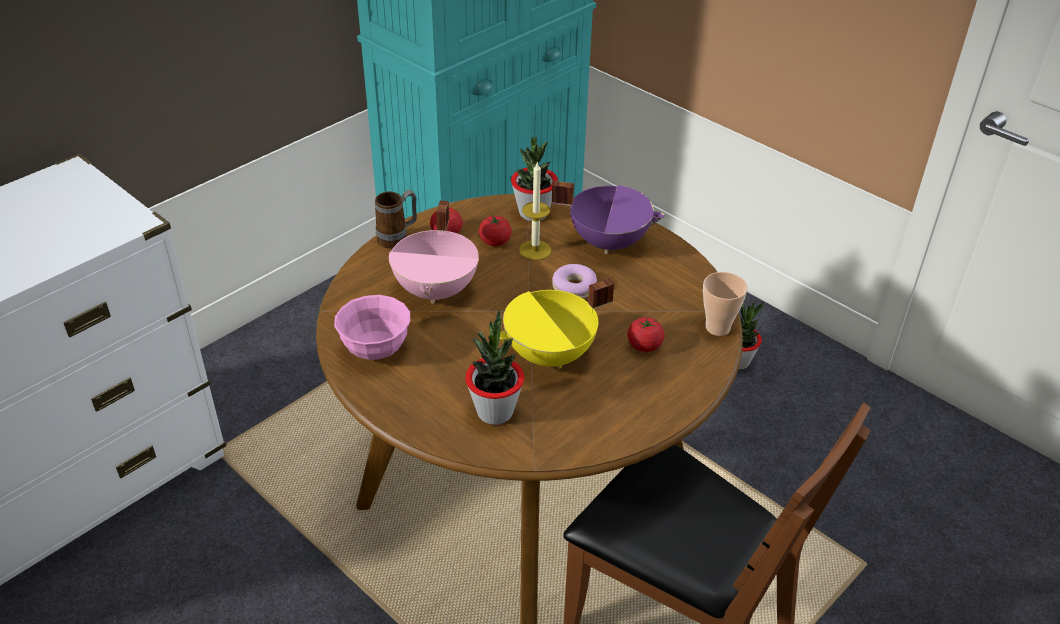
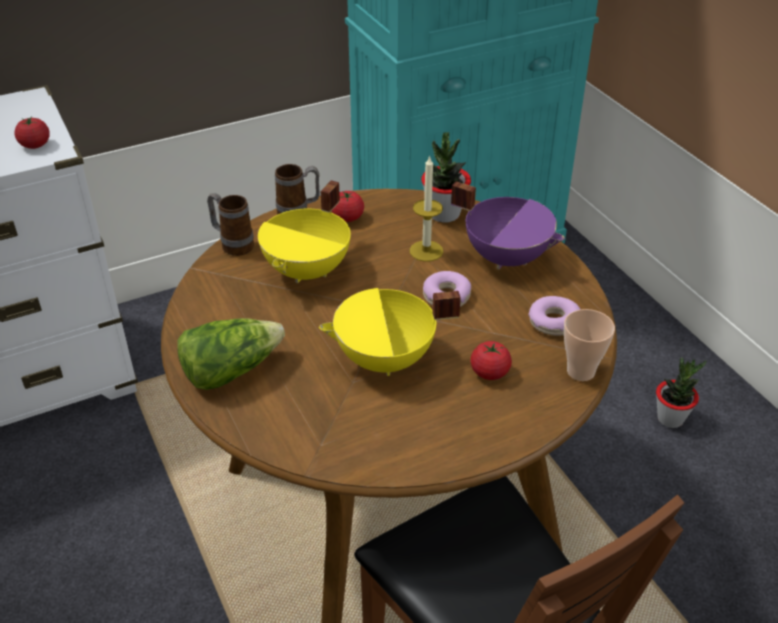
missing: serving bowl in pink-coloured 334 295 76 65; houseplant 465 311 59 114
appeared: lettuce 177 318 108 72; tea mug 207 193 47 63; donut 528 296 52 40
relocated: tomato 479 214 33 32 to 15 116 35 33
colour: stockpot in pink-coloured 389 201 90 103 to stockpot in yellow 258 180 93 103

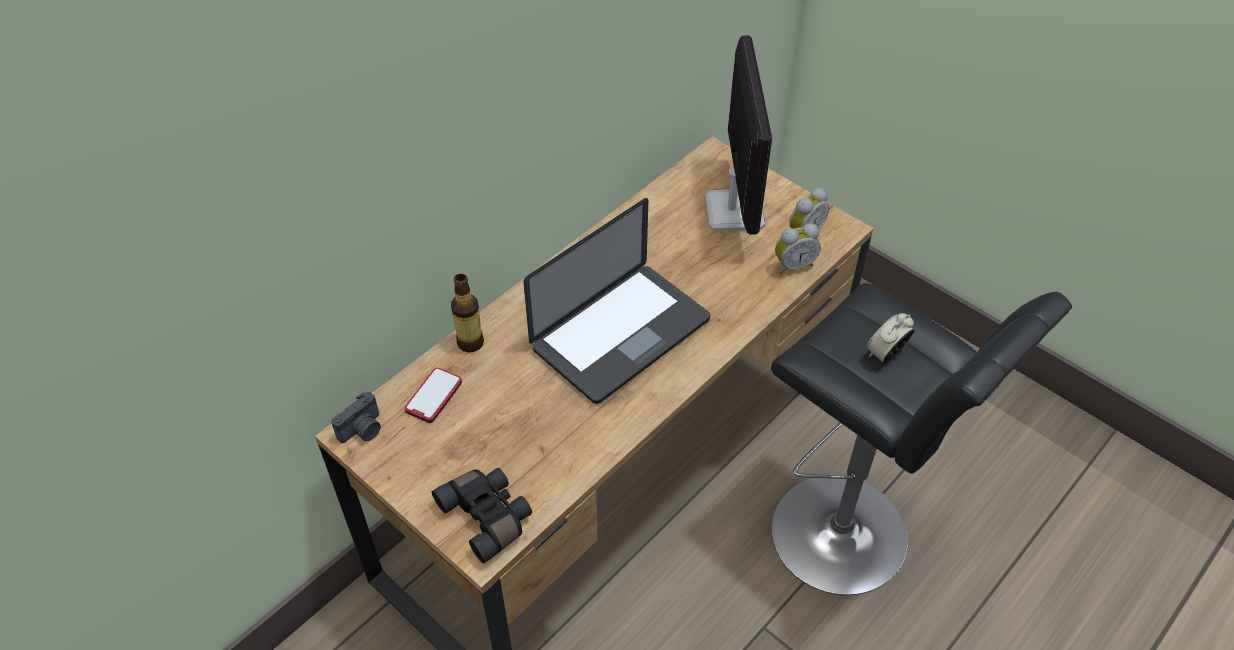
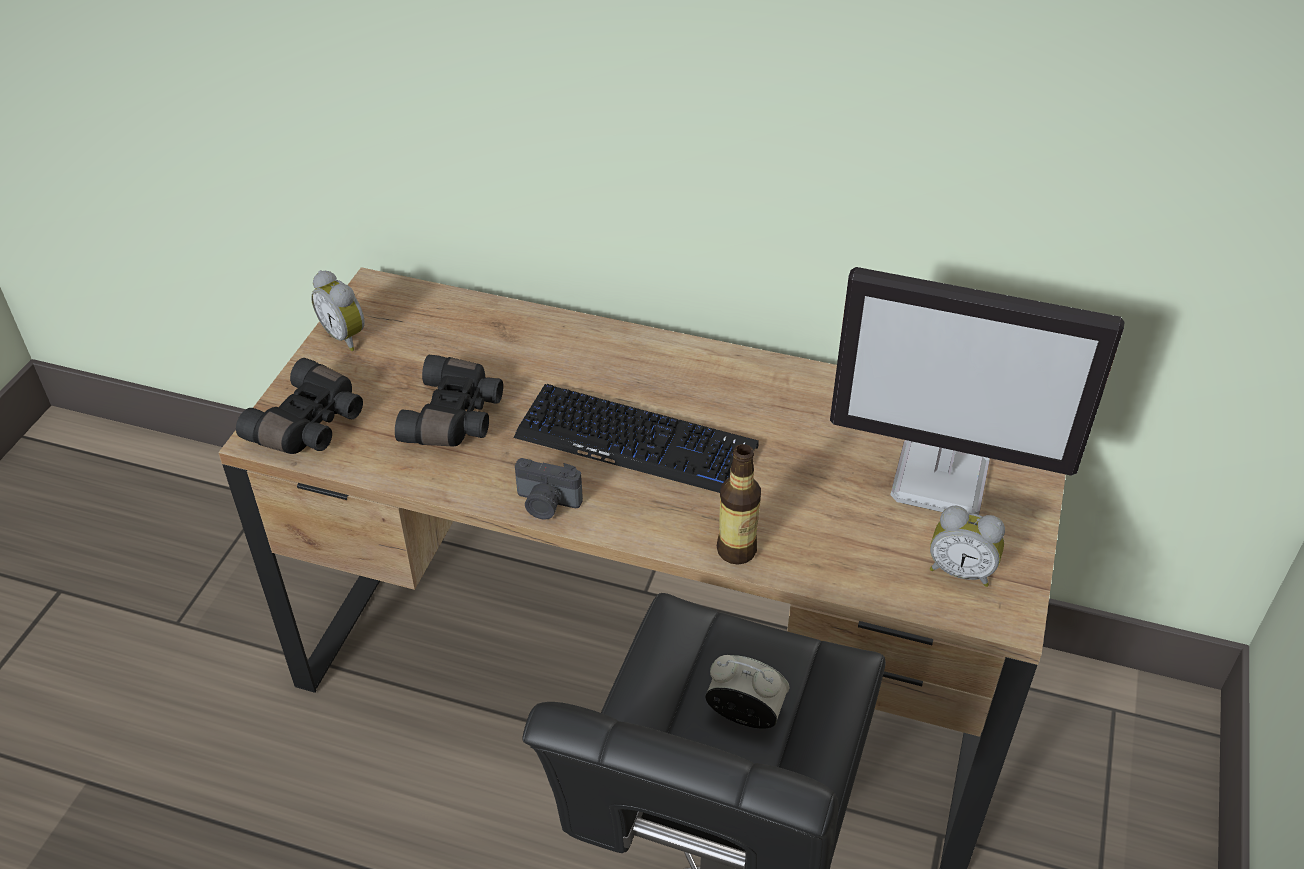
missing: telephone 405 368 57 55
appeared: field glasses in black 395 355 108 92
relocated: photo camera 331 392 50 51 to 515 458 68 62; bottle 451 274 33 79 to 717 444 44 121; bedside clock 775 223 46 51 to 311 270 54 81
exchanged: laptop 523 198 187 206 to computer keyboard 514 384 245 109
spun: monitor 704 35 68 200 = 830 267 295 248 45 degrees clockwise

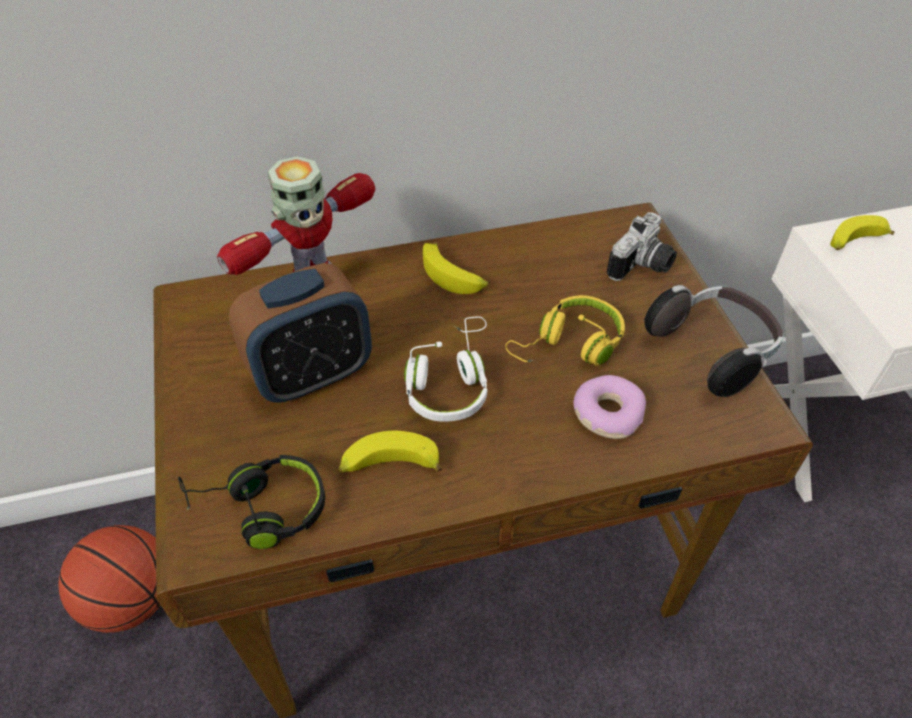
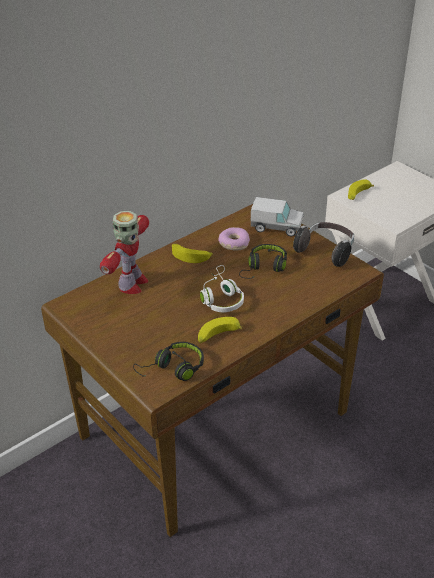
missing: basketball ball 58 525 102 108; bedside clock 229 263 143 140
relocated: donut 574 375 72 64 to 219 227 31 23
exchanged: photo camera 607 212 70 69 to model truck 250 197 54 39
colour: pair of headphones in yellow 505 295 120 71 to pair of headphones in black 239 244 48 35

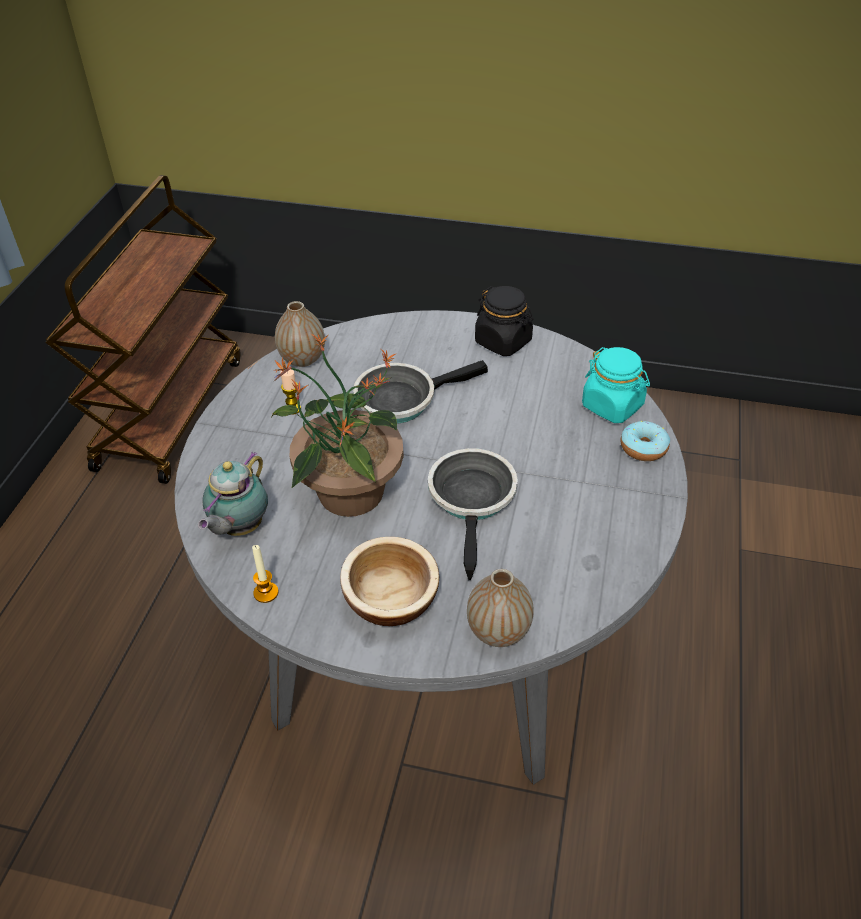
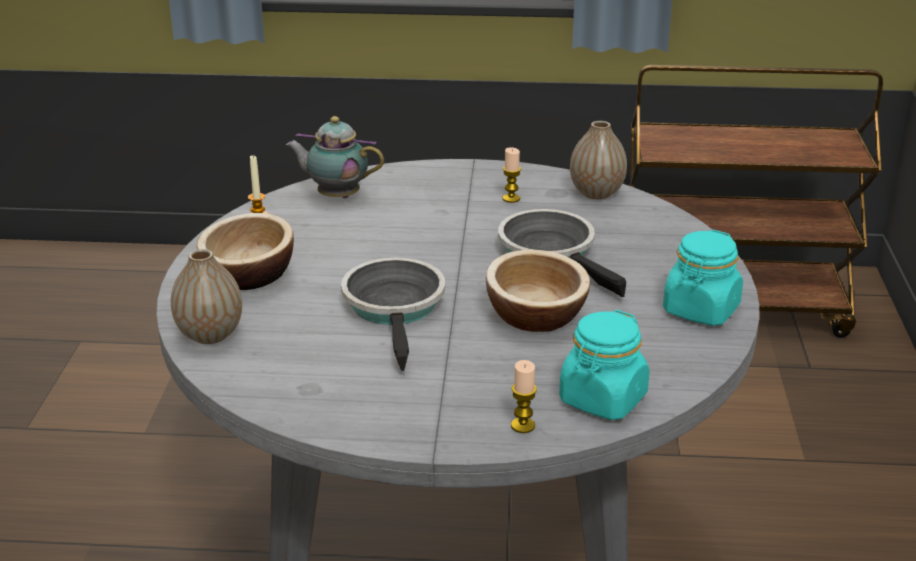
missing: houseplant 272 334 132 183
appeared: serving bowl 486 250 104 82
exchanged: donut 621 421 49 40 to wax light 511 360 26 73
colour: storage jar in black 475 286 59 70 to storage jar in blue-green 663 230 80 96
spun: pan 428 448 90 132 = 341 258 104 113 90 degrees counterclockwise

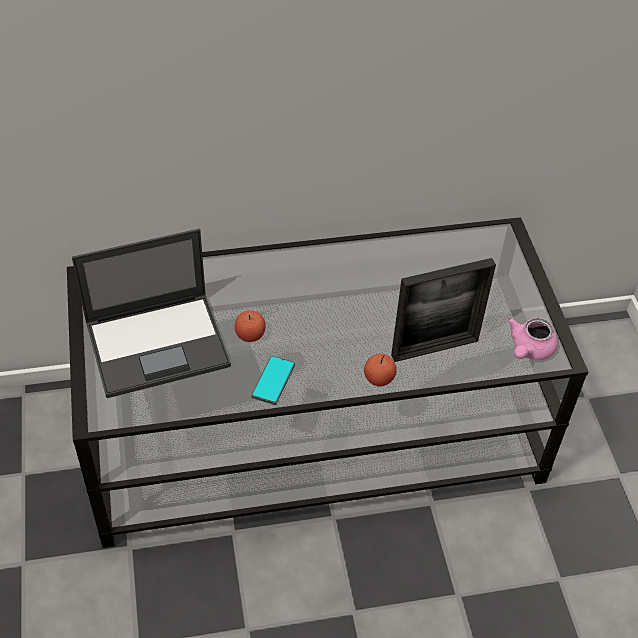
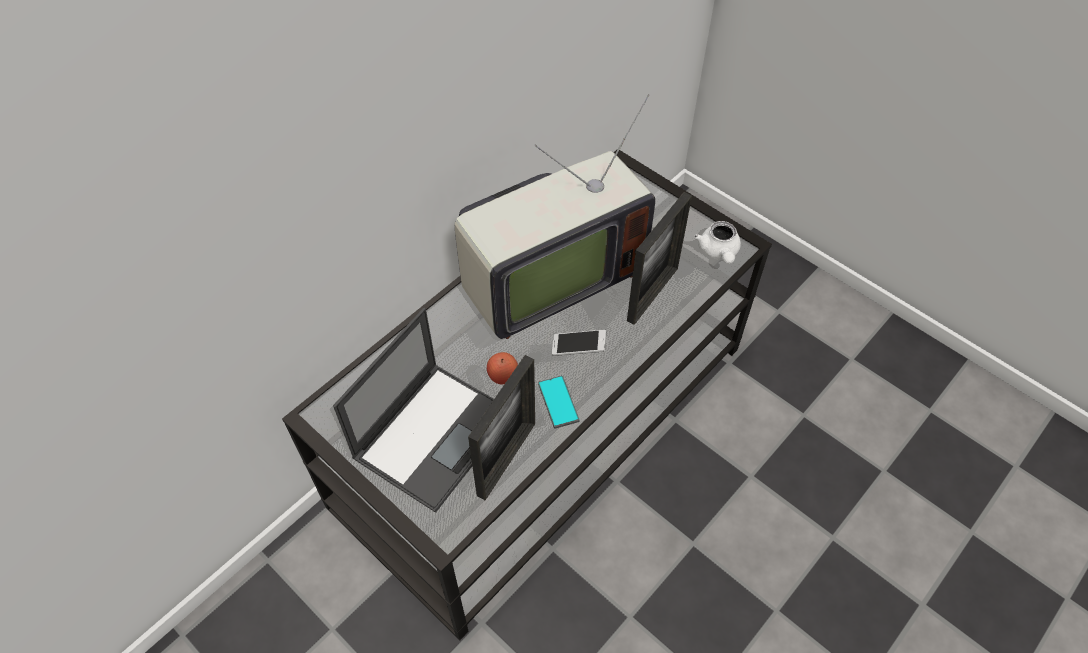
missing: apple 364 354 33 32
appeared: TV 454 94 201 245; photo frame 468 355 67 145; telephone 552 330 54 26
colour: teapot in pink-coloured 507 318 51 42 to teapot in white-coloured 694 221 47 43

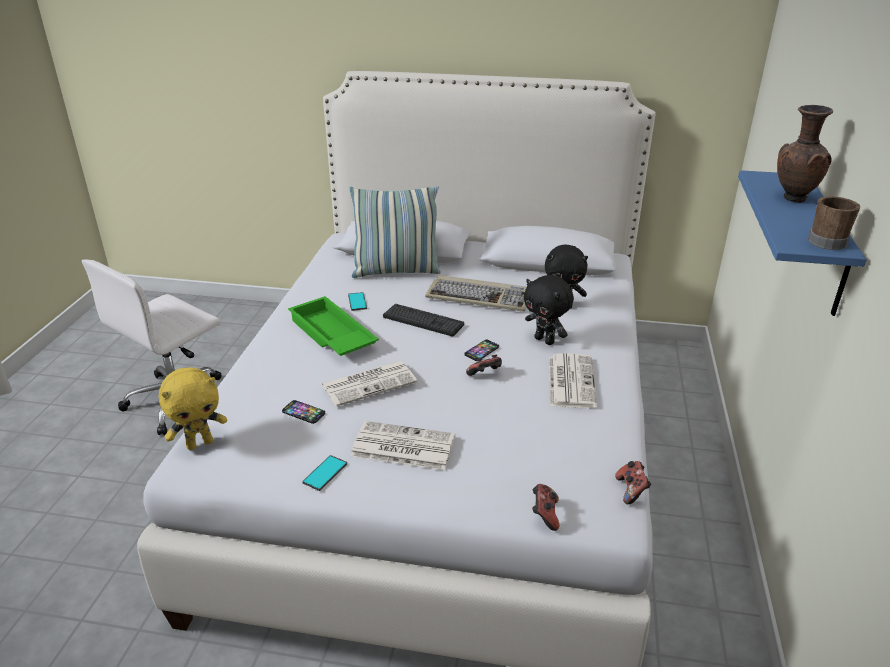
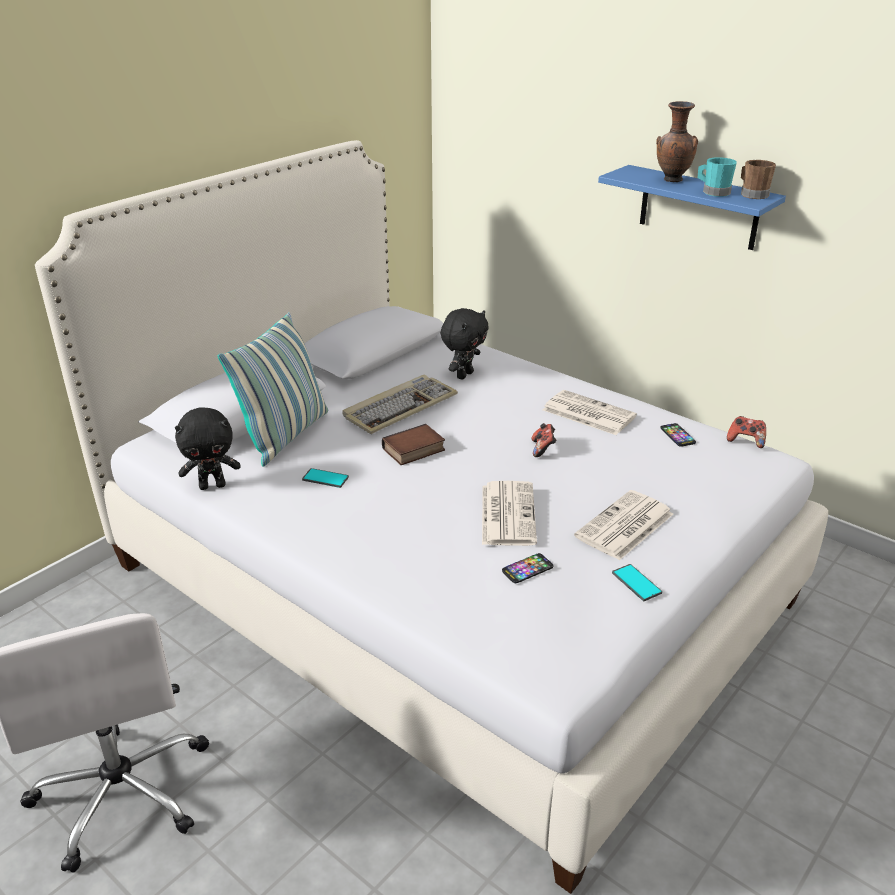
missing: cuddly toy in yellow 159 368 68 82; serving tray in green-coloured 288 296 91 60; game controller 532 484 28 47
appeared: tea mug in blue-green 698 157 39 40
relocated: telephone 464 340 35 21 to 660 423 36 24; cuddly toy in black 524 275 50 70 to 175 407 66 83
exchanged: computer keyboard 383 304 81 32 to volume 382 424 63 41

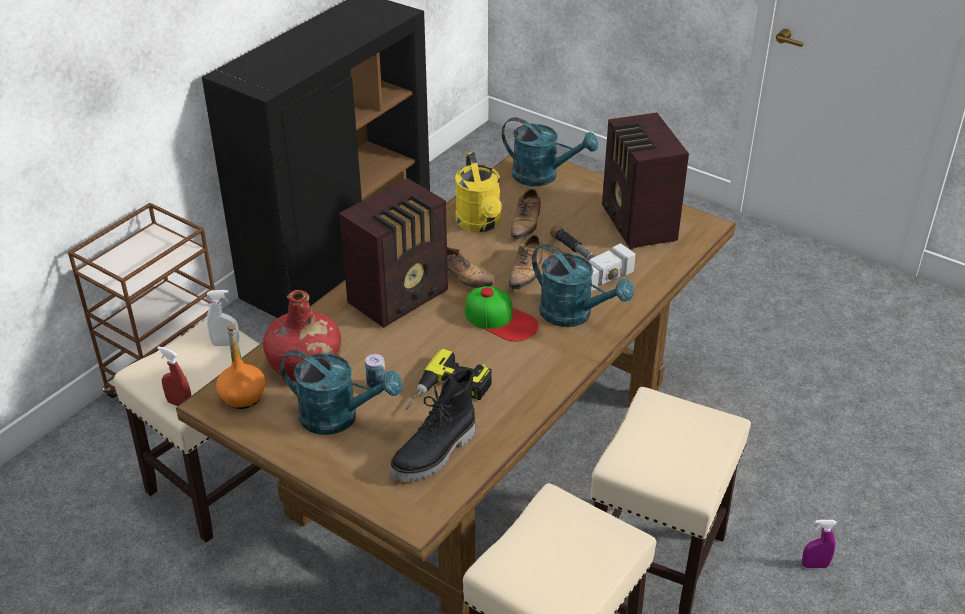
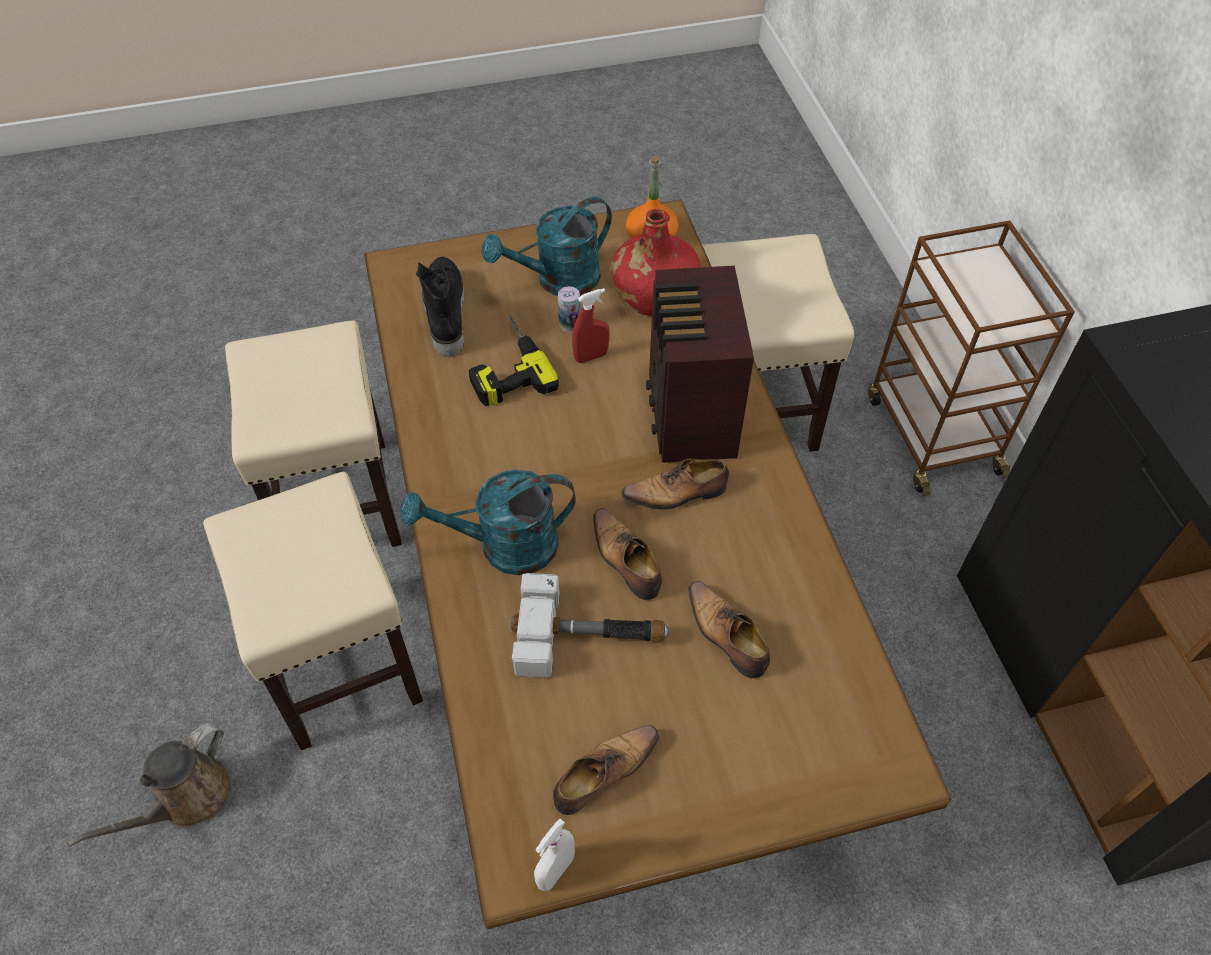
missing: watering can in yellow 455 152 47 80; peaked cap 465 286 73 56; watering can in blue-green 502 117 96 69
relocated: hand sprayer in red-coloured 157 346 34 60 to 572 288 38 75; hand sprayer in white-coloured 207 290 32 56 to 534 819 41 72
exchanged: radio receiver 602 112 87 137 to low shoe 553 725 107 90; hand sprayer in purple-coloured 802 520 35 48 to watering can in brown 67 722 165 125

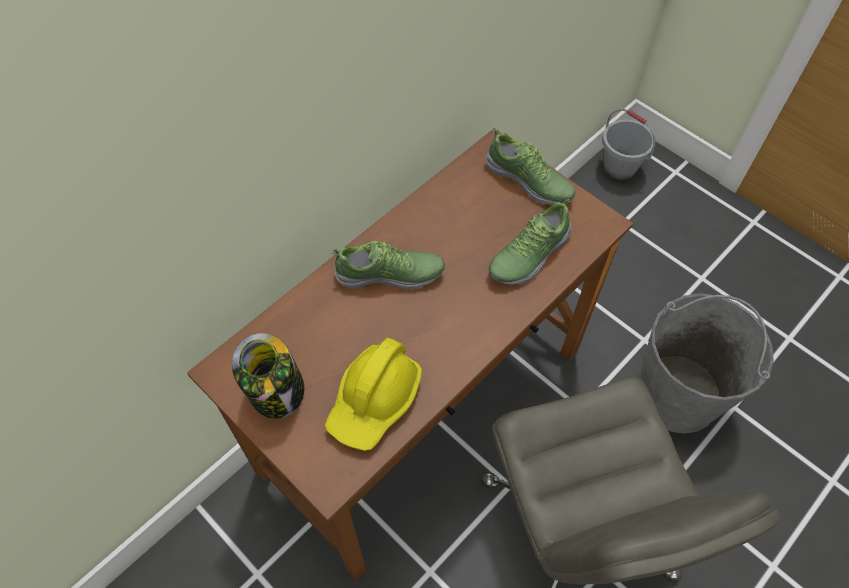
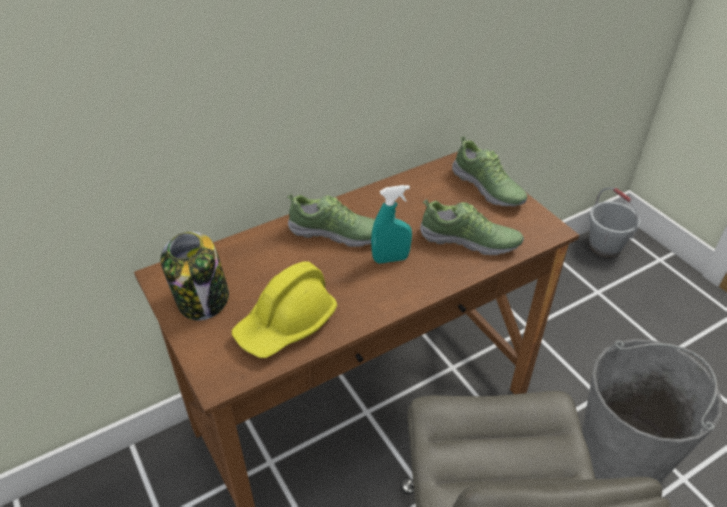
appeared: hand sprayer in blue-green 371 185 41 79
spun: low shoe 488 199 84 86 = 420 199 104 56 135 degrees counterclockwise

